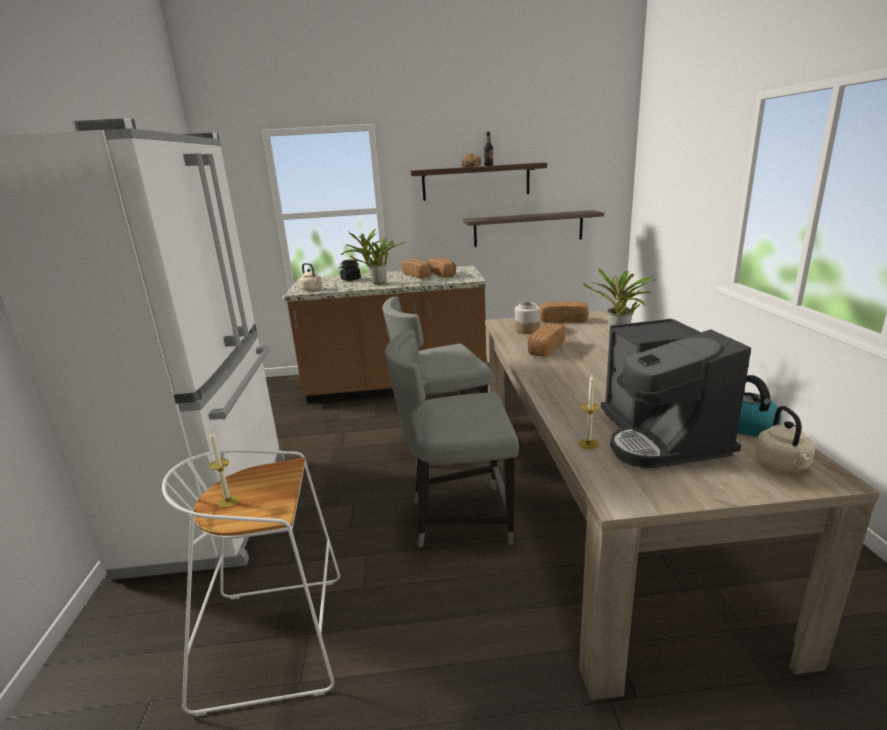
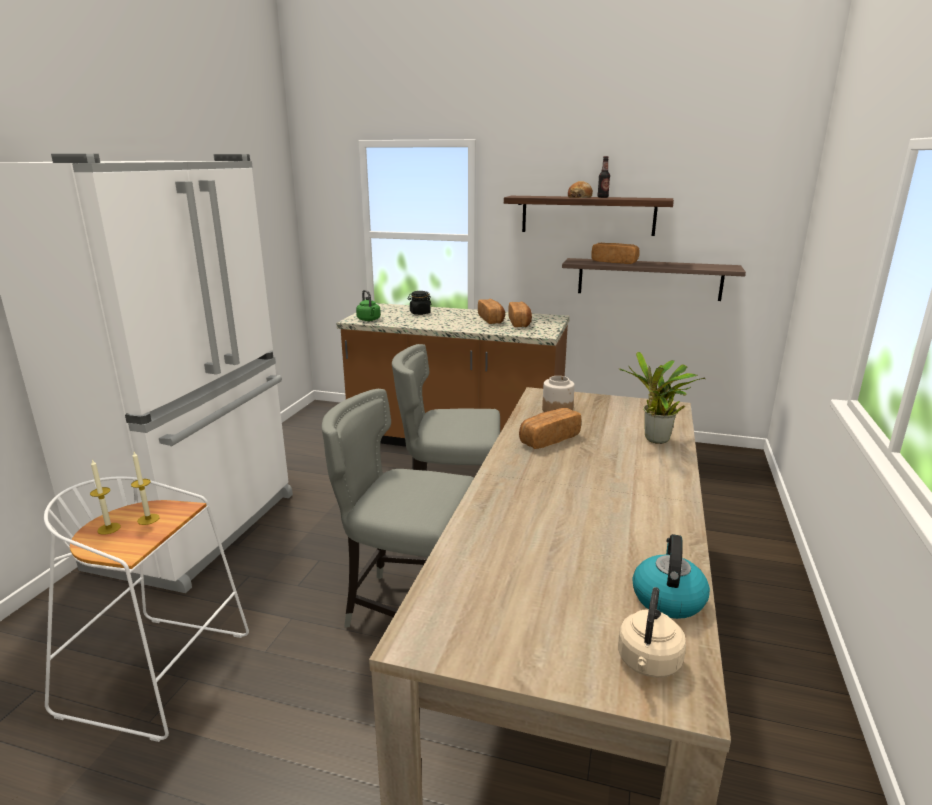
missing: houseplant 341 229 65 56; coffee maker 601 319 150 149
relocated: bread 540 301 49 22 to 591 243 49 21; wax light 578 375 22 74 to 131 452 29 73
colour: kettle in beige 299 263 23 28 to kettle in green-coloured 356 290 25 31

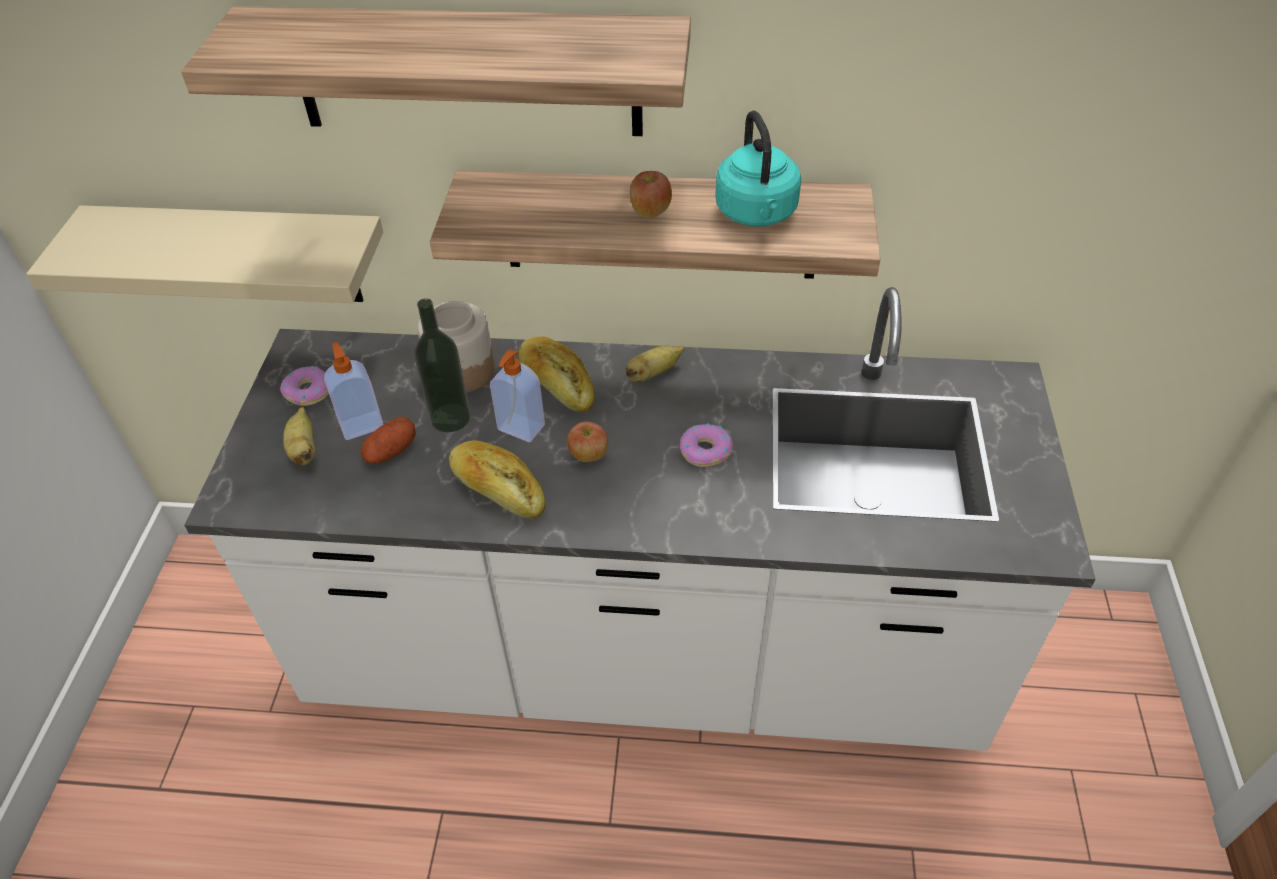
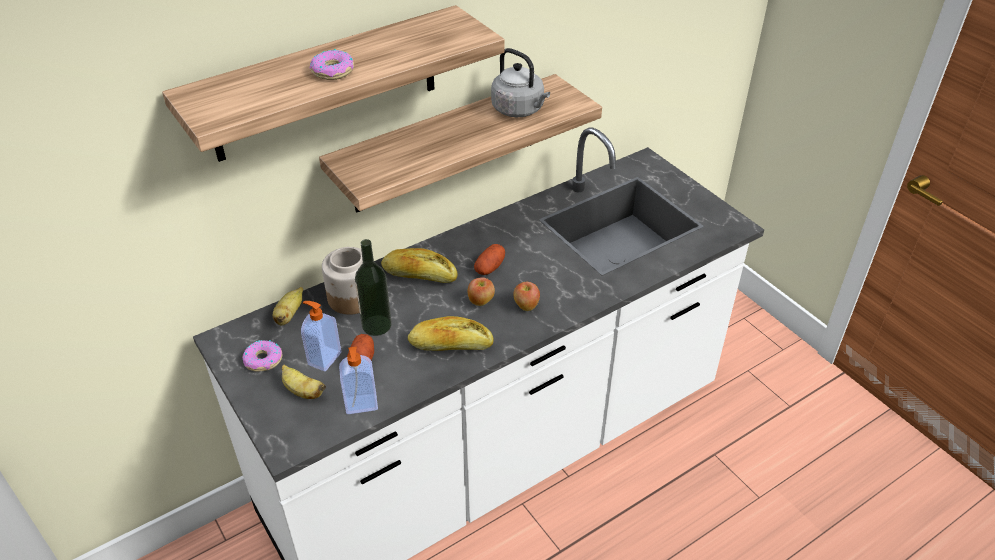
missing: wall shelf in beige 26 205 357 98
appeared: spud 474 244 31 31
relocated: liquid soap bottle 490 349 55 93 to 339 347 39 67; banana fruit 626 345 59 37 to 272 287 31 38; apple 630 171 42 47 to 513 282 27 29; donut 680 423 53 44 to 310 49 44 31
colour: kettle in blue-green 715 111 86 116 to kettle in greyish 491 48 59 69

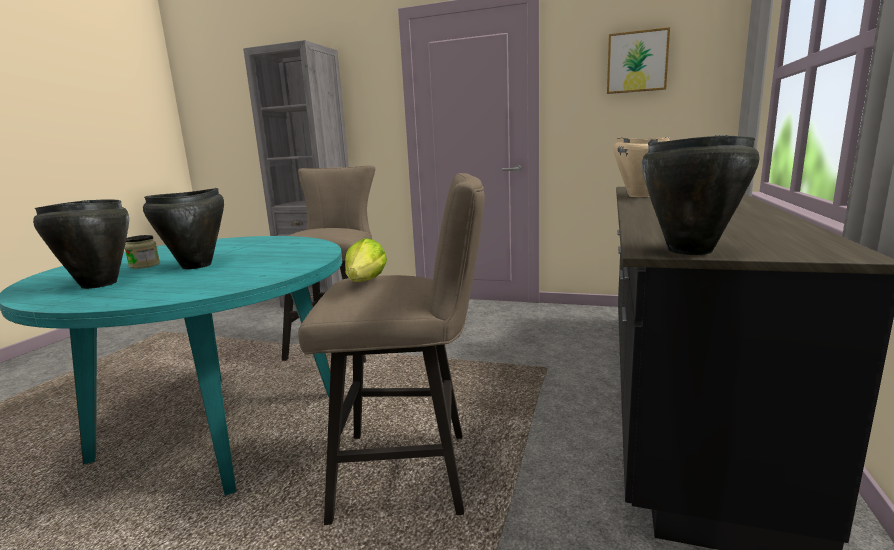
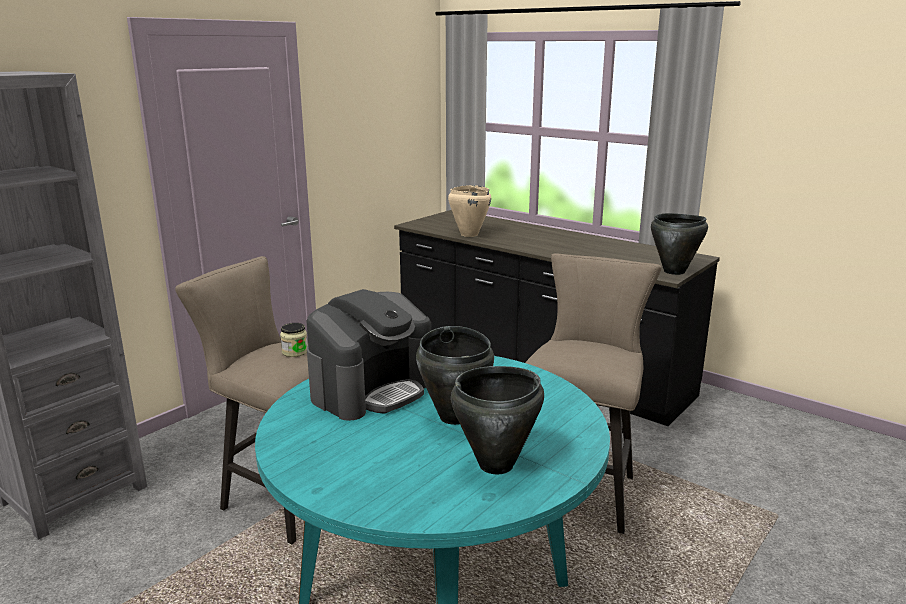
missing: lettuce 345 238 42 44; wall art 607 27 63 67
appeared: coffee maker 307 289 124 132
relocated: storage jar 125 235 35 34 to 280 323 27 34

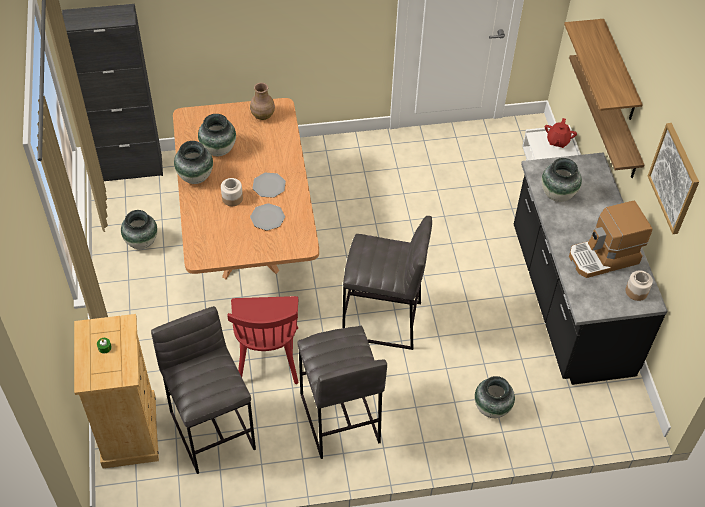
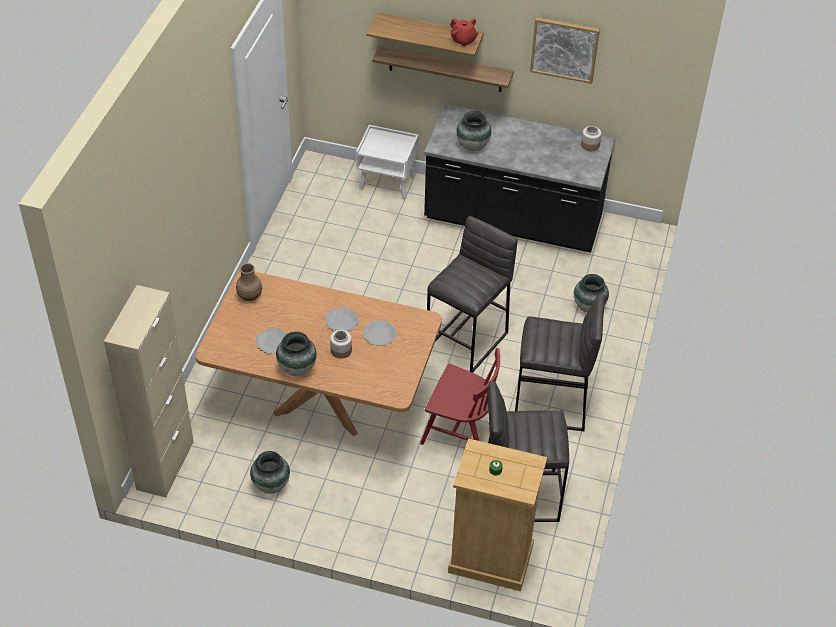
missing: coffee maker 569 201 83 77
relocated: teapot in red-coloured 545 118 32 30 to 450 18 29 29
exchanged: flower vase 198 114 38 42 to flat dish 256 328 31 26
colour: storage cabinet in black 62 4 101 177 to storage cabinet in beige 104 285 90 213

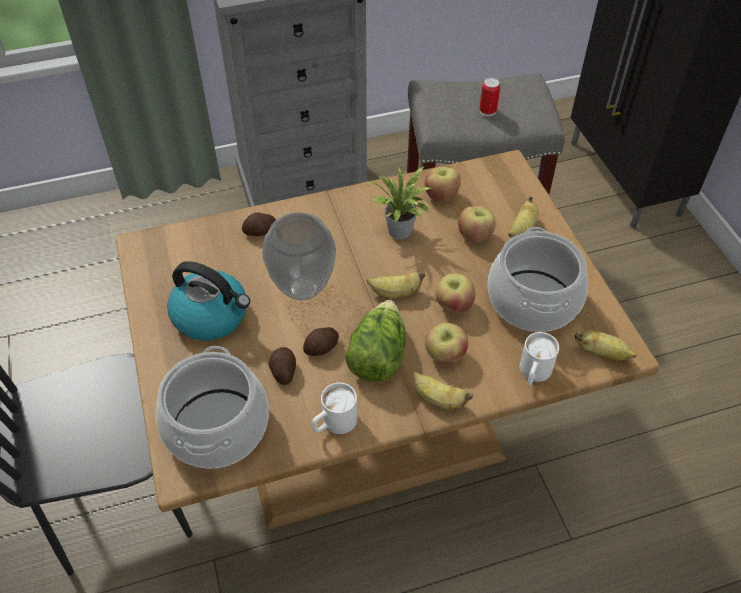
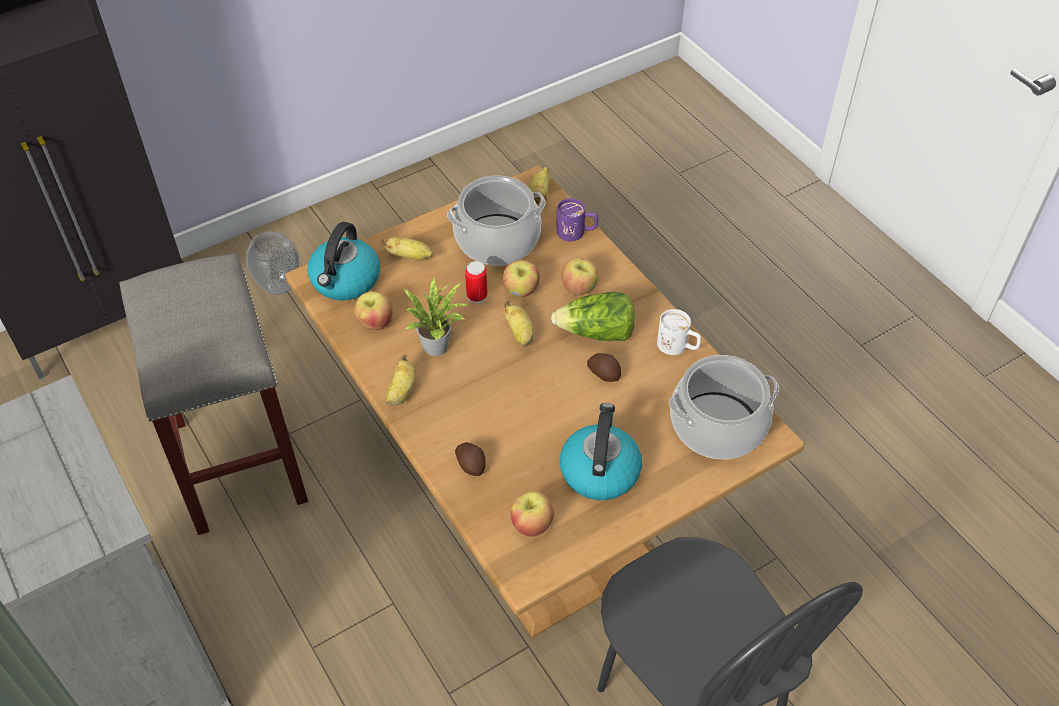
missing: spud 269 347 27 38
appeared: kettle 308 222 72 79
relocated: flower vase 262 212 74 88 to 246 231 53 64; banana fruit 413 372 60 38 to 385 354 30 51; apple 458 206 38 37 to 511 491 43 46; metal can 479 78 21 38 to 465 261 23 42
colour: tea mug in white-coloured 519 332 40 54 to tea mug in purple-coloured 556 198 42 43

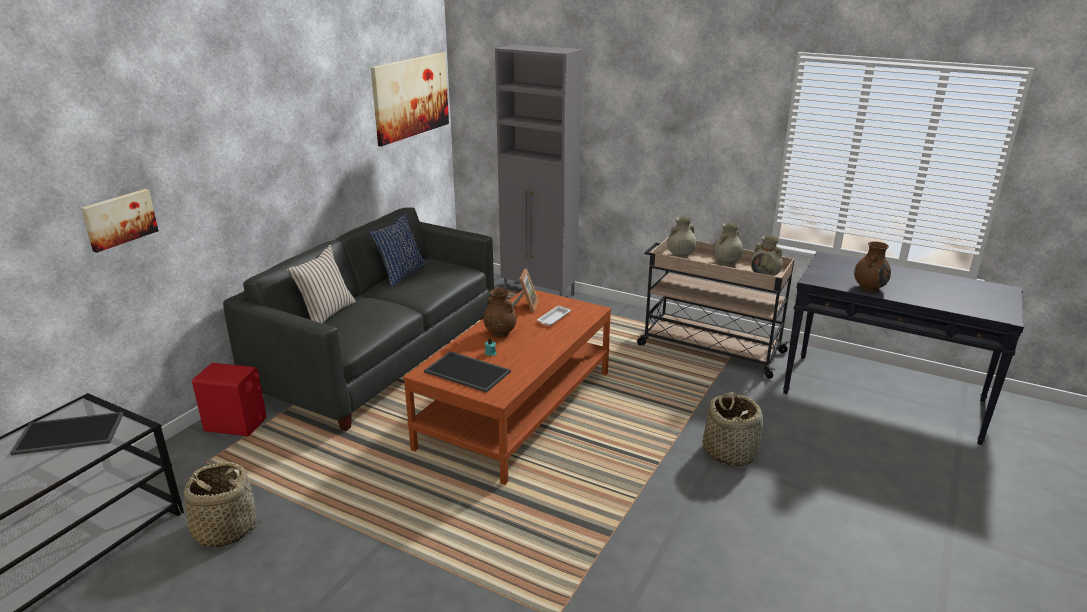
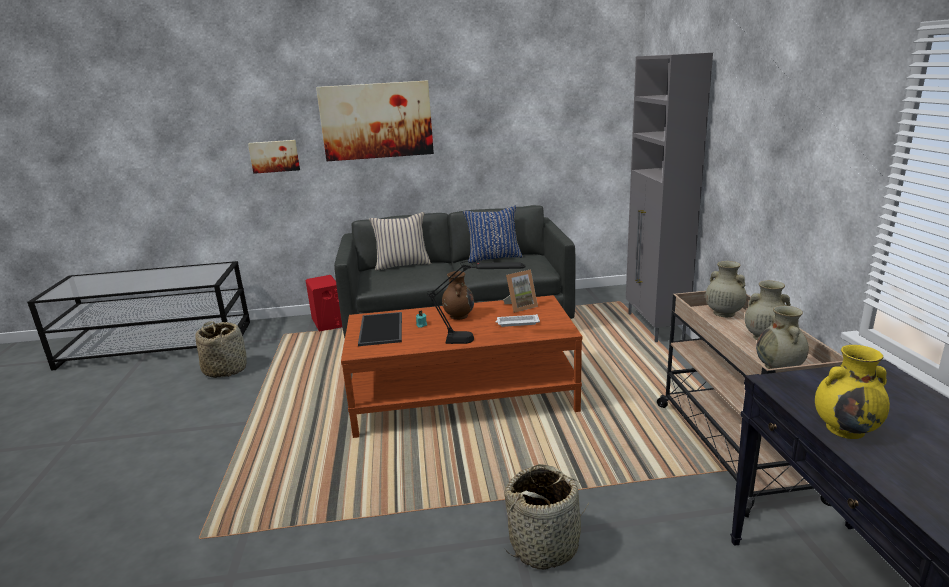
missing: serving tray 10 412 114 44
appeared: table lamp in black 427 261 99 83
relocated: wall art 371 52 78 95 to 316 80 118 81
colour: flower vase in brown 854 241 37 51 to flower vase in yellow 815 345 75 94

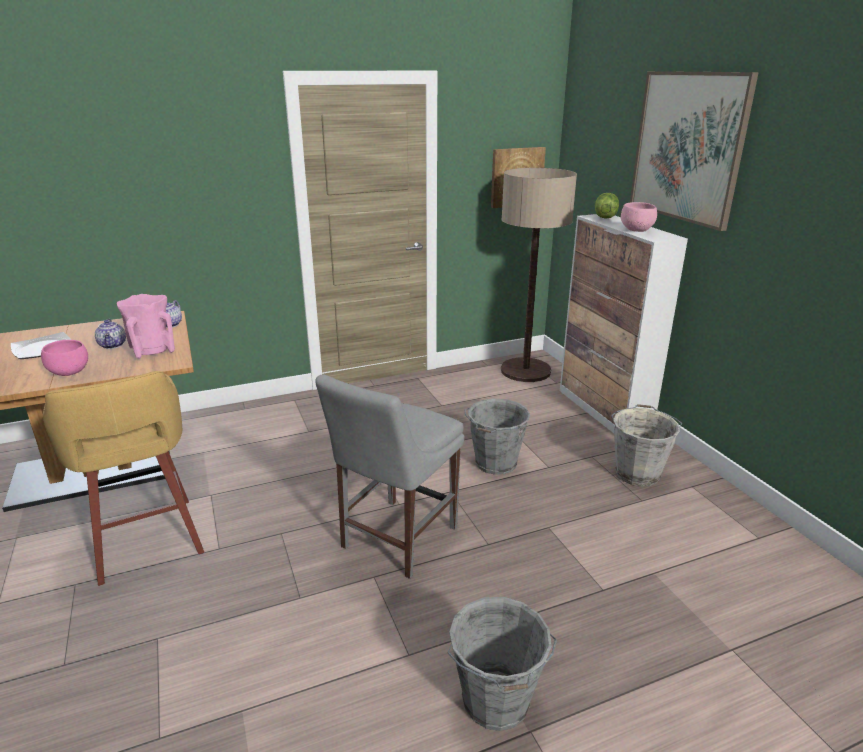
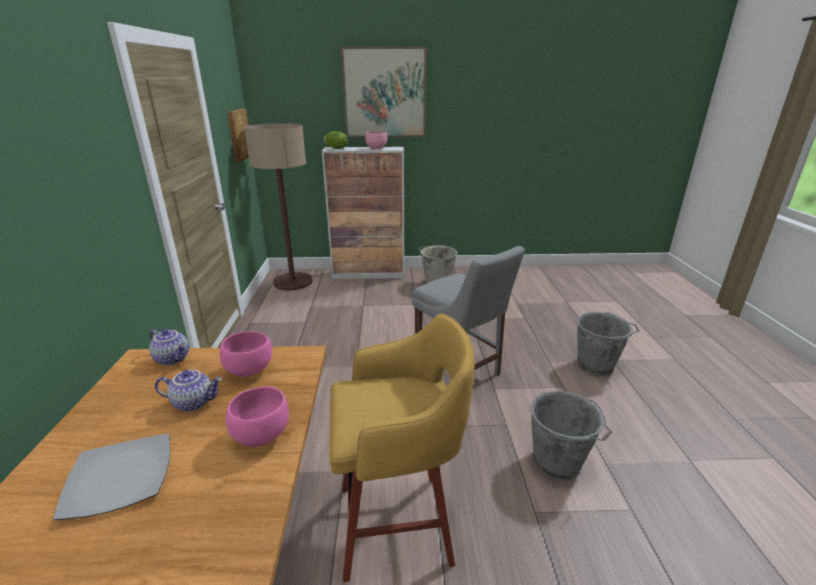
relocated: water bucket in greyish 464 398 66 77 to 530 391 82 89
exchanged: flower vase in pink-coloured 117 294 58 65 to serving bowl in pink-coloured 220 331 52 46

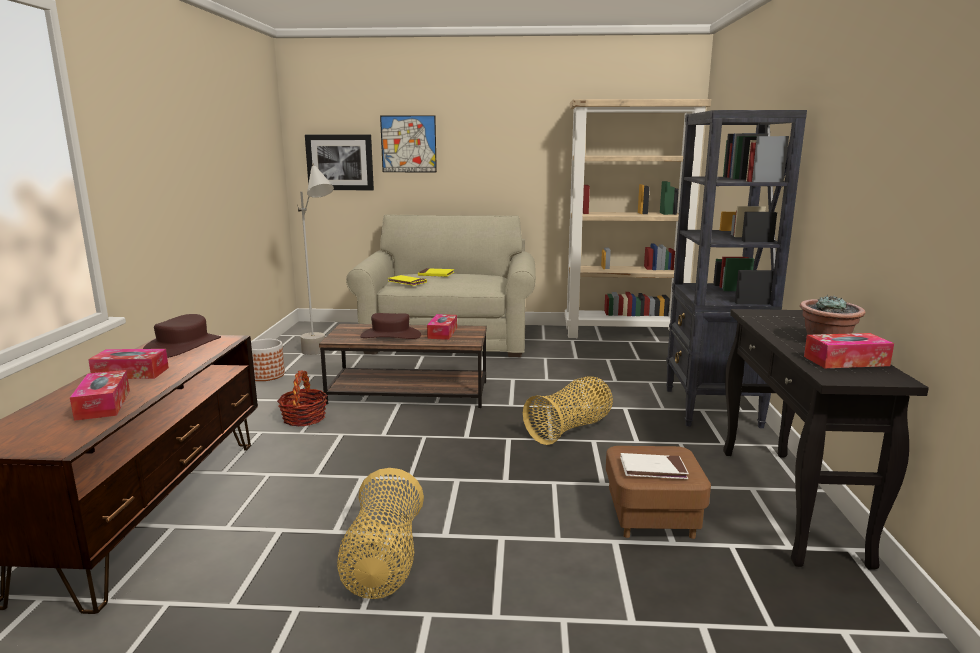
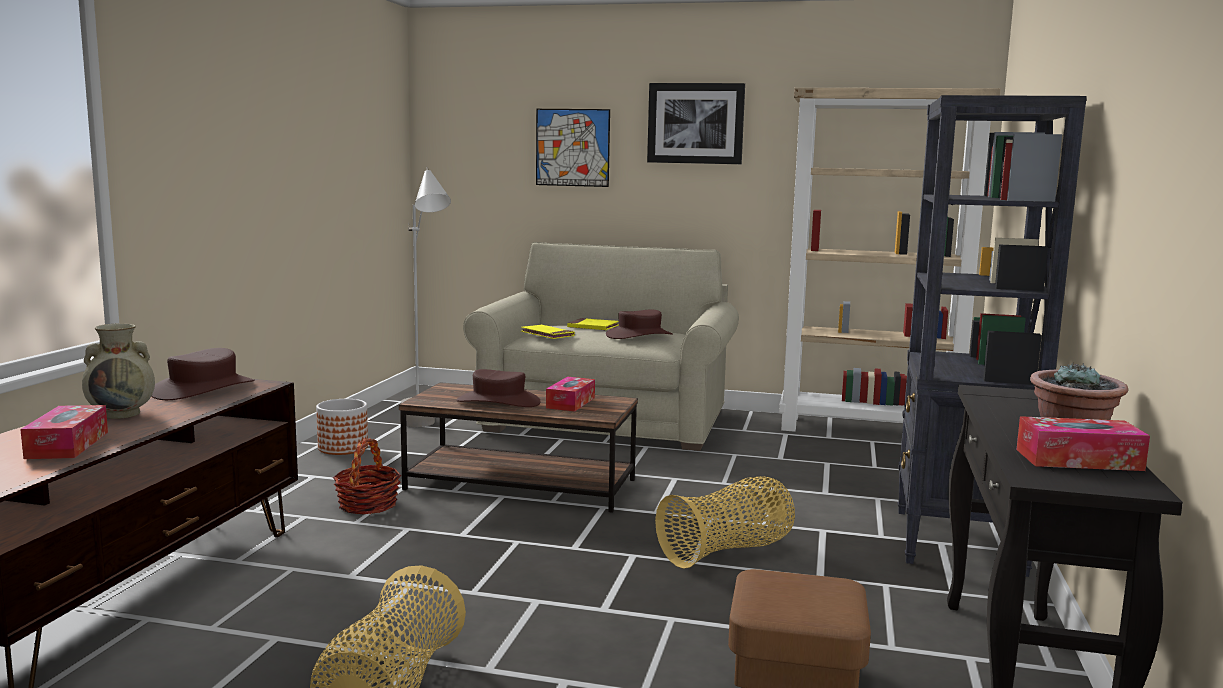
missing: volume in white-coloured 620 453 69 26
appeared: clothing hat in brown 606 310 67 29
relocated: wall art 305 135 69 55 to 647 83 98 81
exchanged: tissue box 88 349 81 30 to flower vase in beige 82 324 73 95

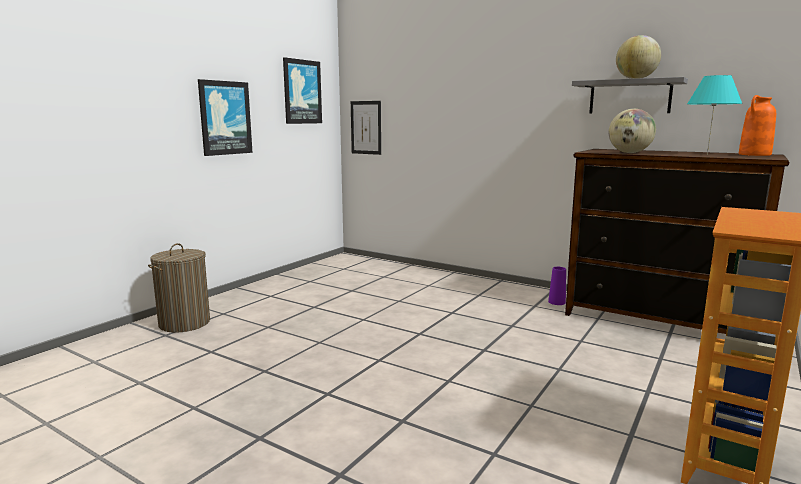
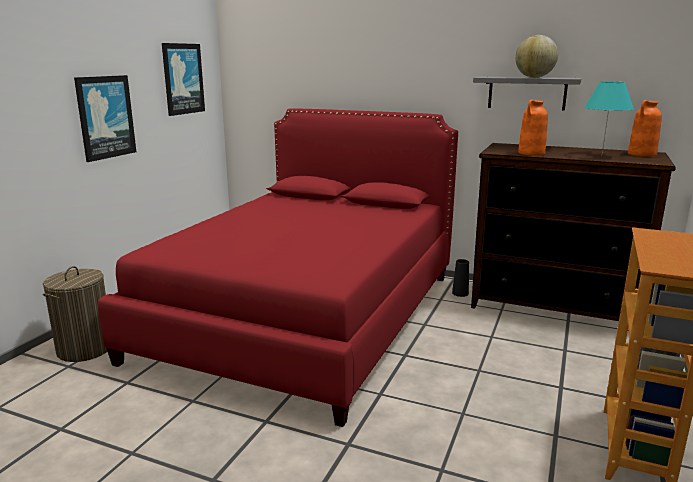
missing: wall art 351 101 30 54
appeared: sleeping bed in red-coloured 98 108 360 319
exchanged: world globe 609 109 47 44 to flower vase in orangey 518 100 30 56
colour: flower vase in purple-coloured 548 267 18 38 to flower vase in black 452 259 17 38

